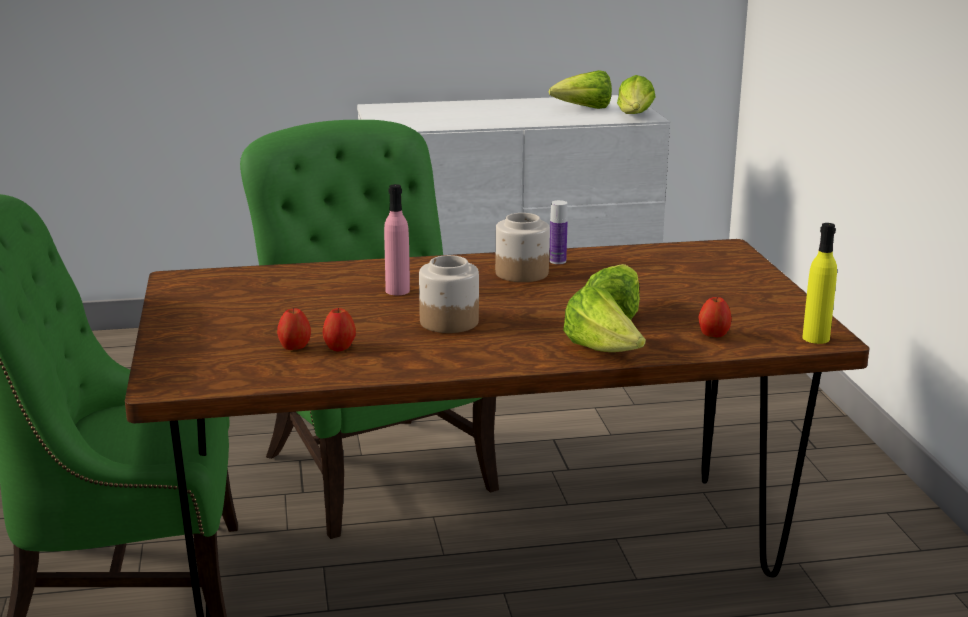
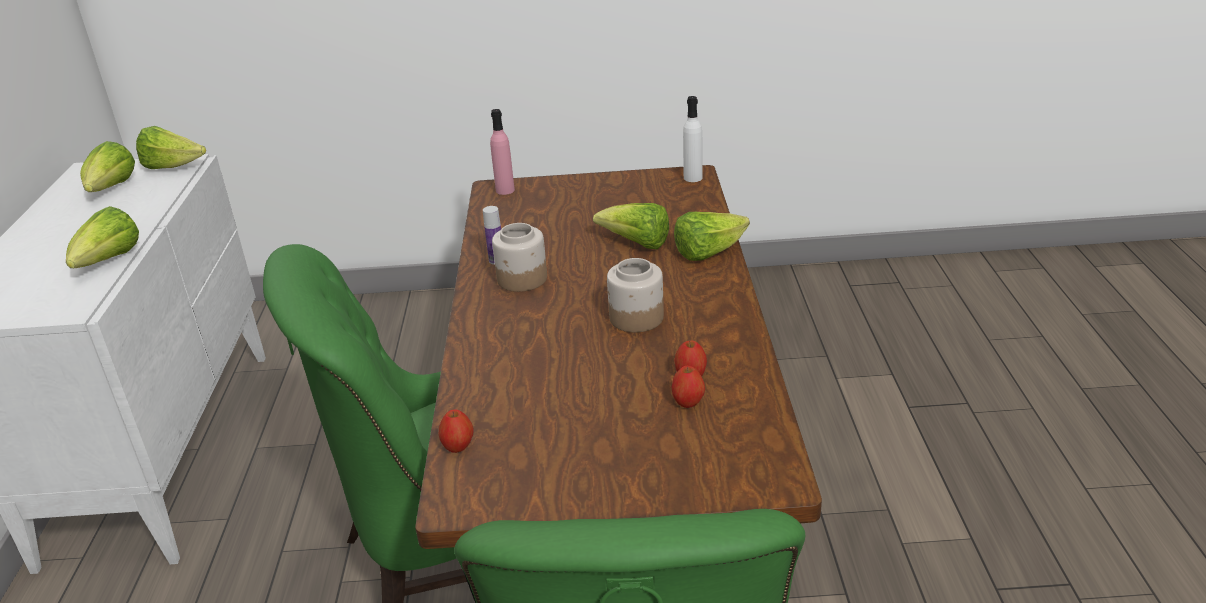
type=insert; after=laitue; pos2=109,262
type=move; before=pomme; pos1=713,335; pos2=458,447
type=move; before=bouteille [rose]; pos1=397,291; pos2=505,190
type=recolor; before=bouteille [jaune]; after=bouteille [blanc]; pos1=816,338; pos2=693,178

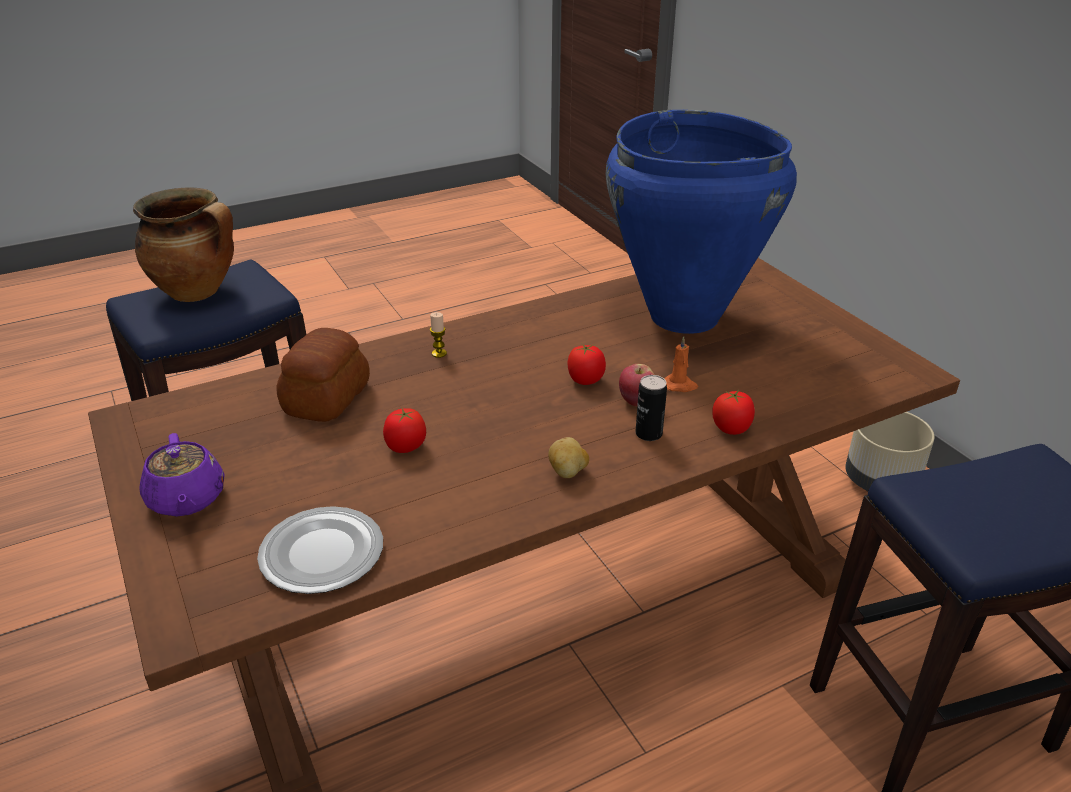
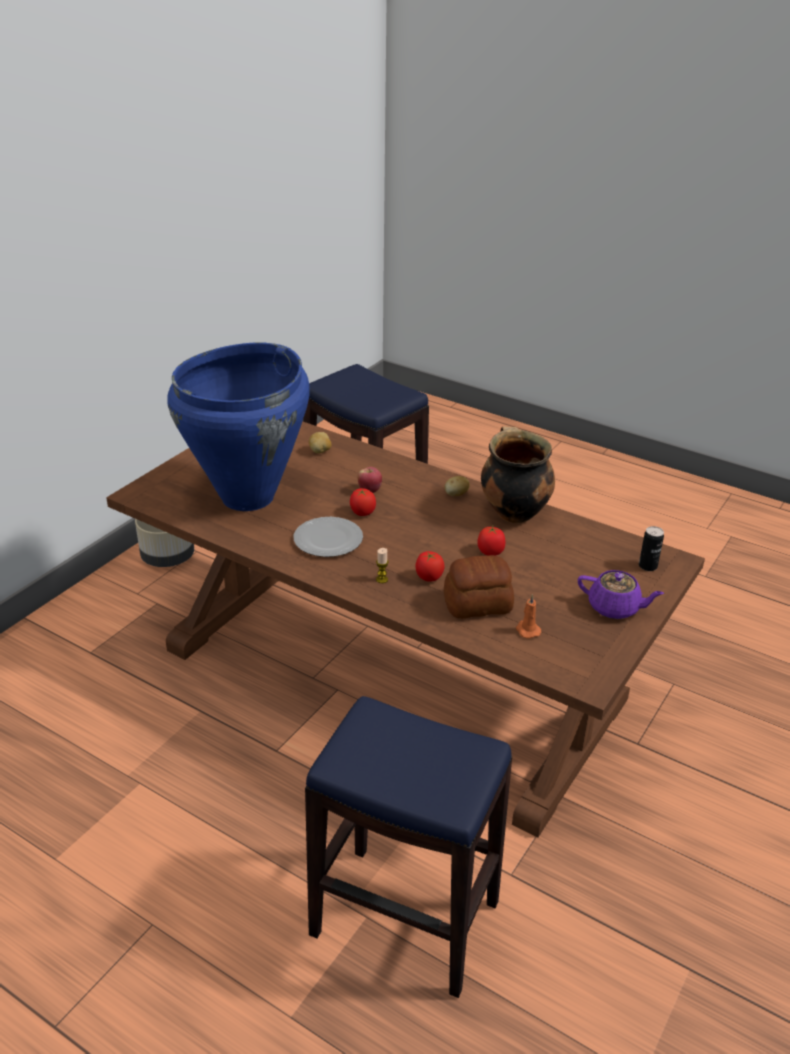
type=move; before=assiette; pos1=323,554; pos2=328,539
type=insert; after=pomme de terre; pos2=320,451
type=move; before=tomate; pos1=731,429; pos2=429,577
type=move; before=marmite; pos1=198,292; pos2=513,512
type=move; before=bougie [orange]; pos1=680,385; pos2=527,630
type=rotate; before=théière [violet]; pos1=186,499; pos2=615,608; turn=75
type=move; before=boîte métallique; pos1=648,434; pos2=647,566

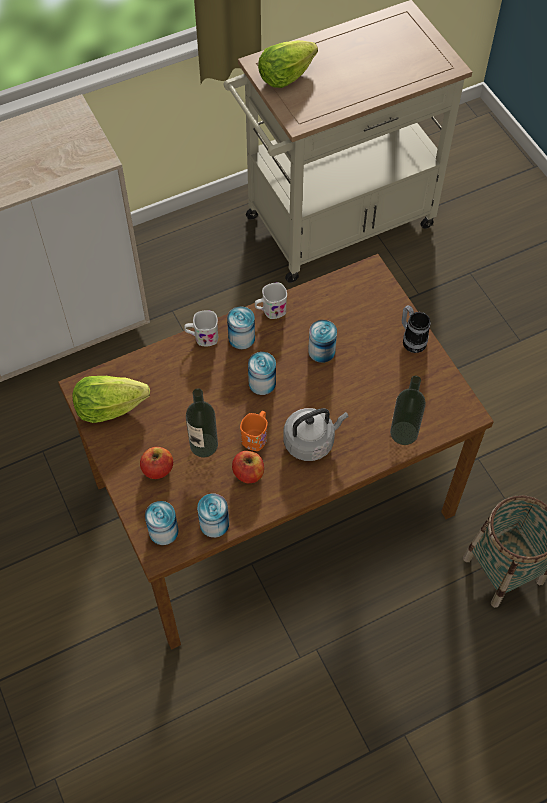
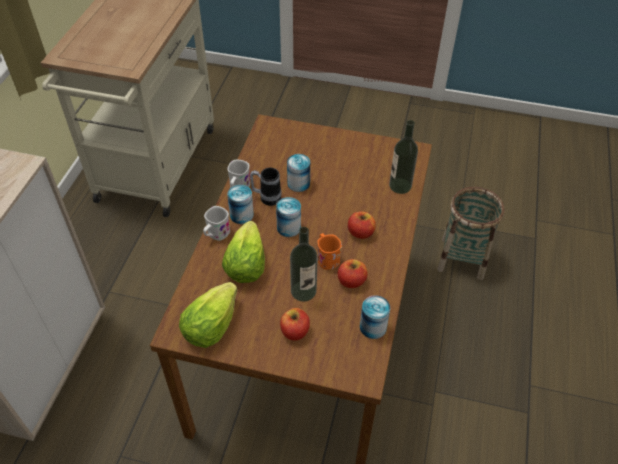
type=move; before=laitue; pos1=285,76; pos2=246,265
type=move; before=mug; pos1=411,339; pos2=266,198
type=replace; before=bouilloire [gris]; after=pomme; pos1=311,441; pos2=360,232
type=delete; before=boîte métallique; pos1=163,531

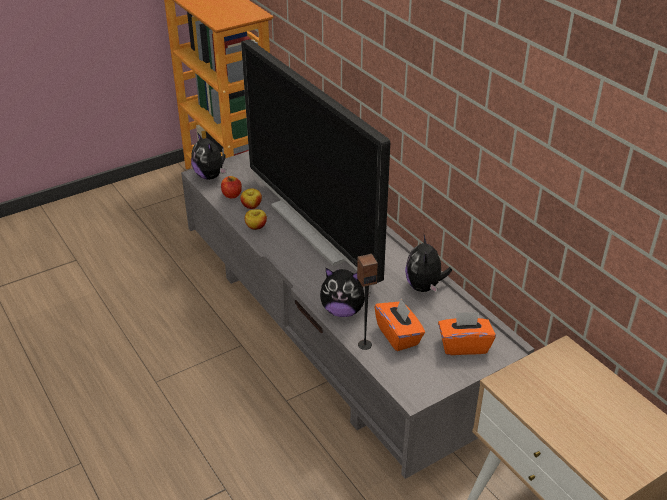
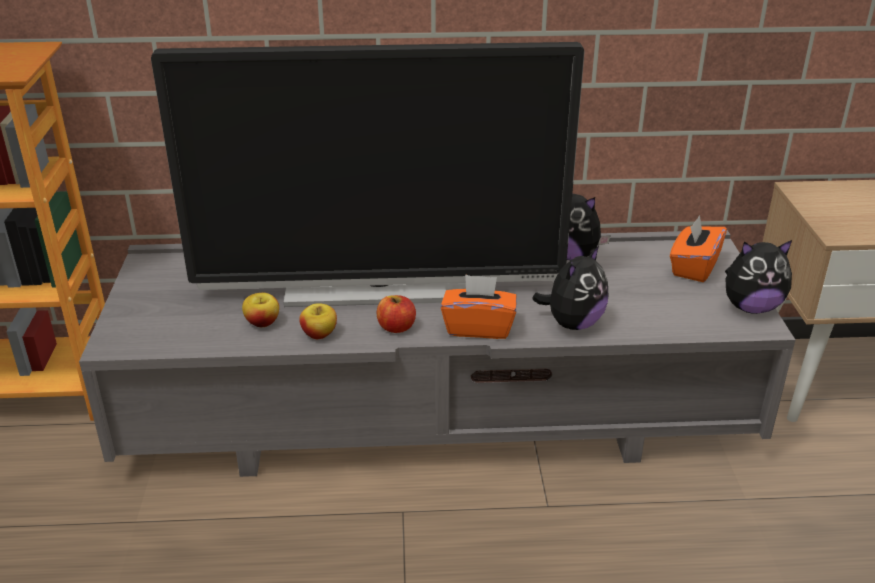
type=move; before=pomme; pos1=232,195; pos2=396,327
type=move; before=boîte à mouchoirs [orange]; pos1=398,335; pos2=478,327
type=move; before=peluche; pos1=210,176; pos2=751,307
type=delete; before=enceinte; pos1=364,344

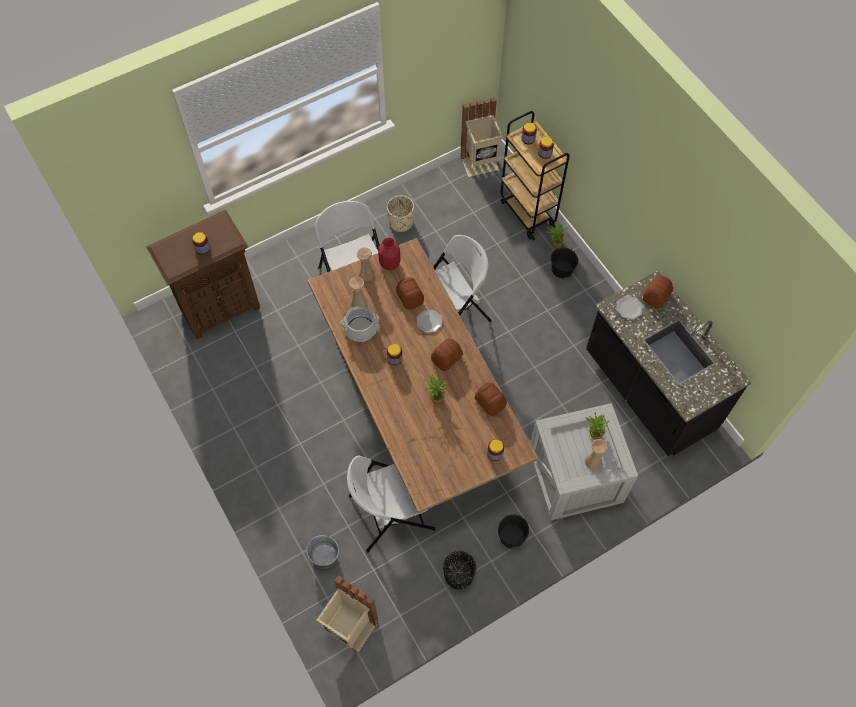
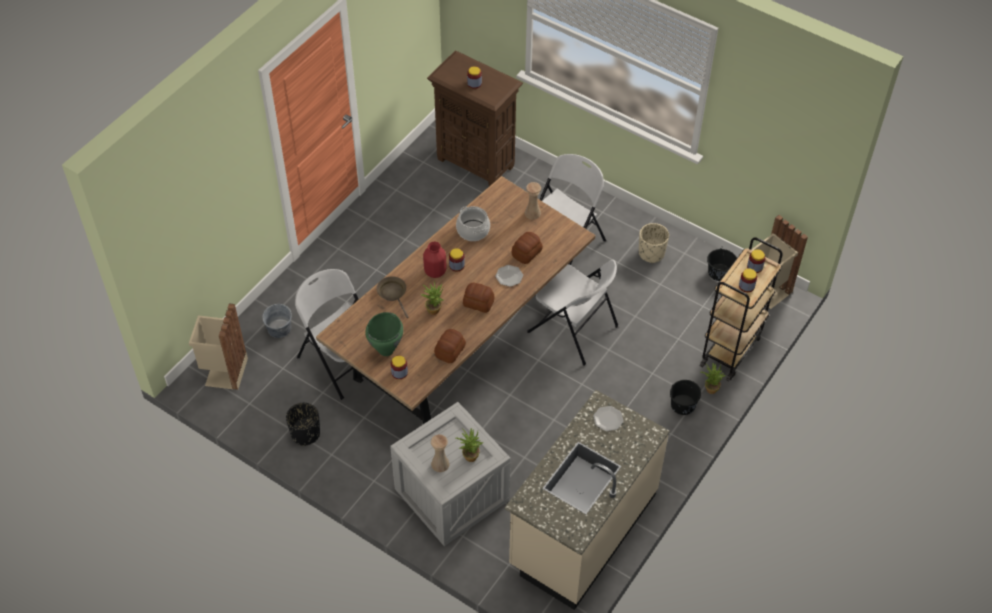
type=insert; after=marmite [vert]; pos2=386,350
type=insert; after=poêle [marron]; pos2=393,294
type=move; before=vase [rouge]; pos1=390,264; pos2=435,272
type=recolor; before=comptoir de cuisine [noir]; after=comptoir de cuisine [beige]; pos1=648,392; pos2=582,530
type=move; before=seau [noir]; pos1=512,536; pos2=719,273
type=delete; before=vase [beige]; pos1=359,303
type=delete; before=pain; pos1=656,296

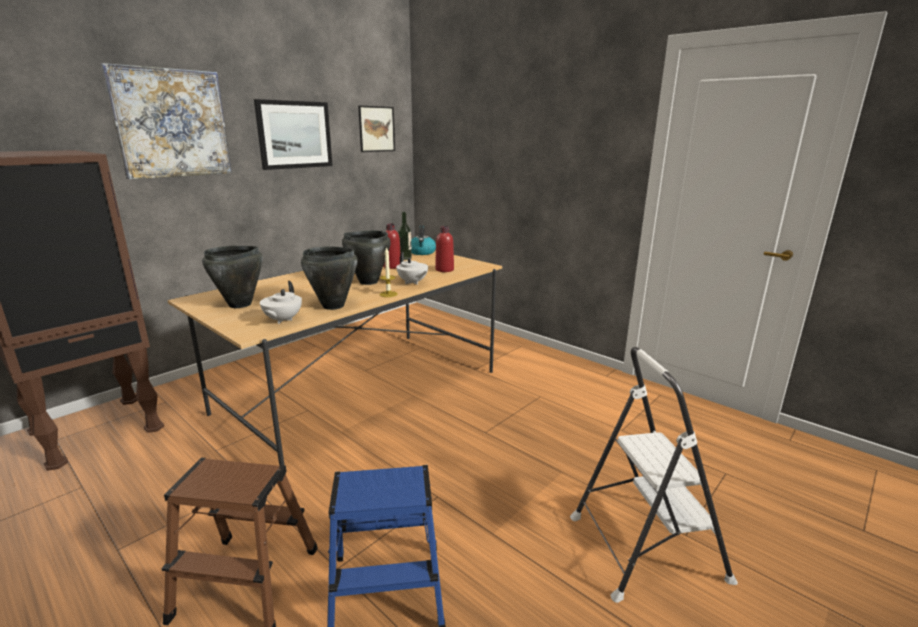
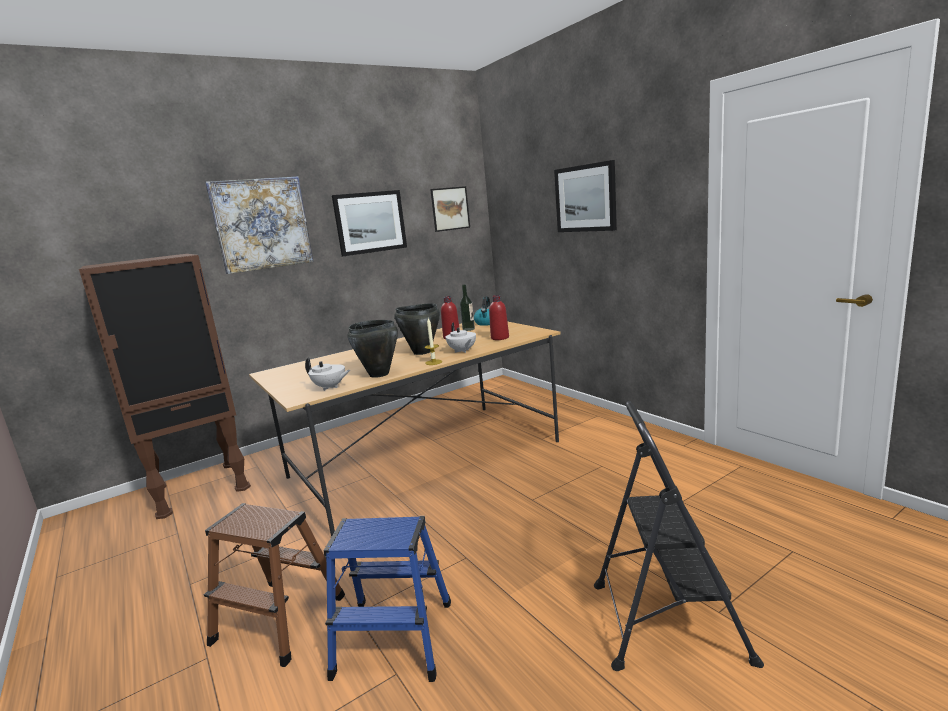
type=rotate; before=théière [blanc]; pos1=282,320; pos2=330,387; turn=-90
type=insert; after=tableau; pos2=585,198
type=recolor; before=escabeau [blanc]; after=escabeau [noir]; pos1=642,547; pos2=664,620
type=delete; before=marmite [noir]; pos1=240,305

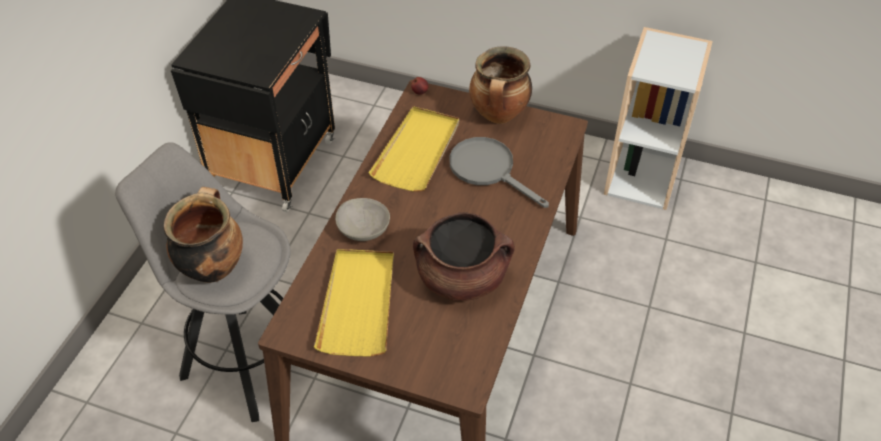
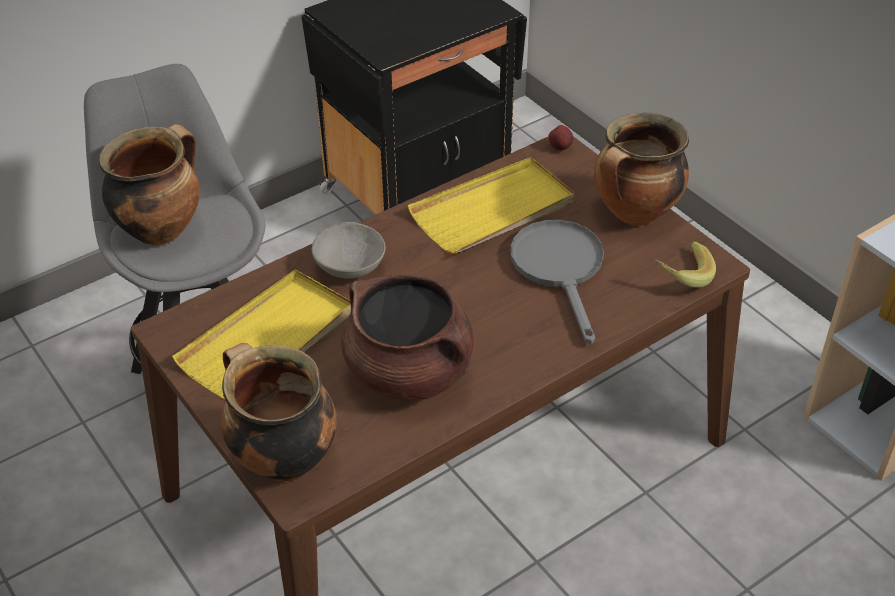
type=insert; after=marmite; pos2=282,458
type=insert; after=banane; pos2=680,275

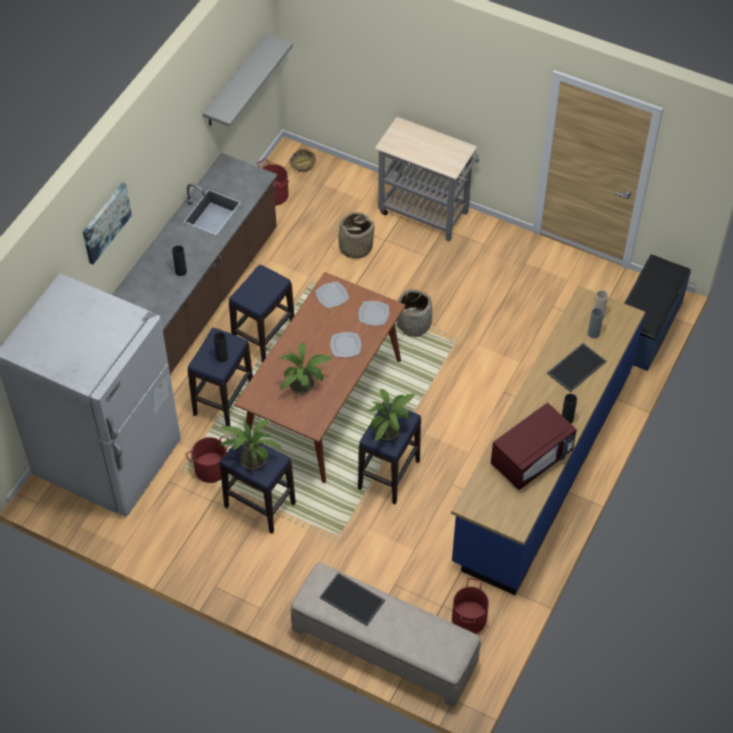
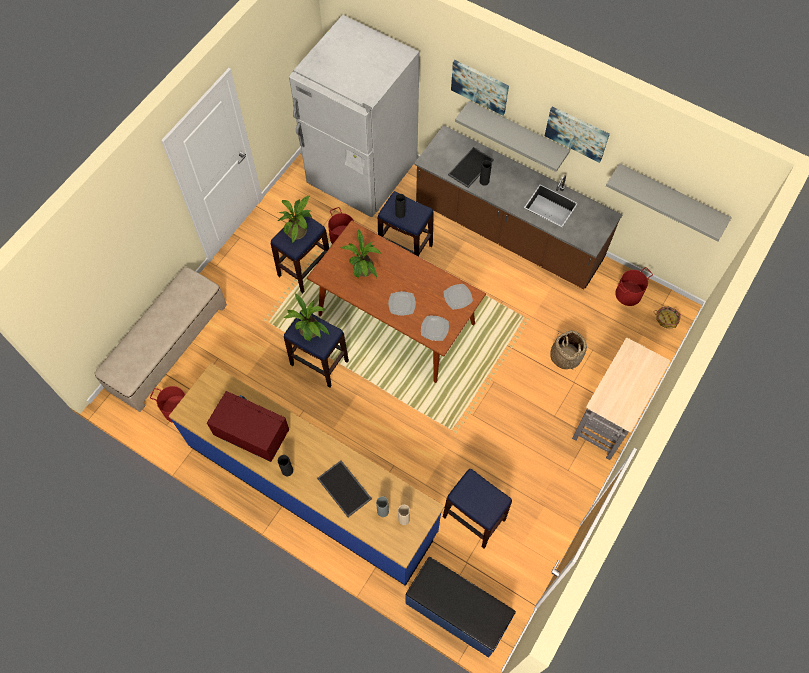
type=rotate; before=micro-ondes [rouge]; pos1=531,458; pos2=251,433; turn=150
type=move; before=tabouret; pos1=264,338; pos2=474,518
type=move; before=plateau; pos1=353,599; pos2=471,168
type=insert; after=étagère [gris]; pos2=517,132
type=insert; after=tableau; pos2=577,133
type=delete; before=panier; pos1=414,323

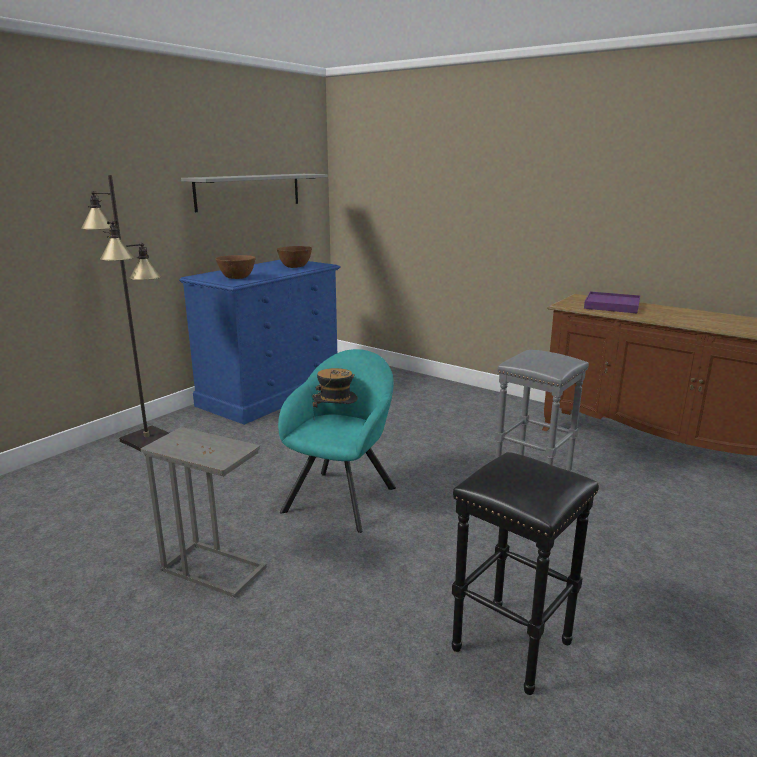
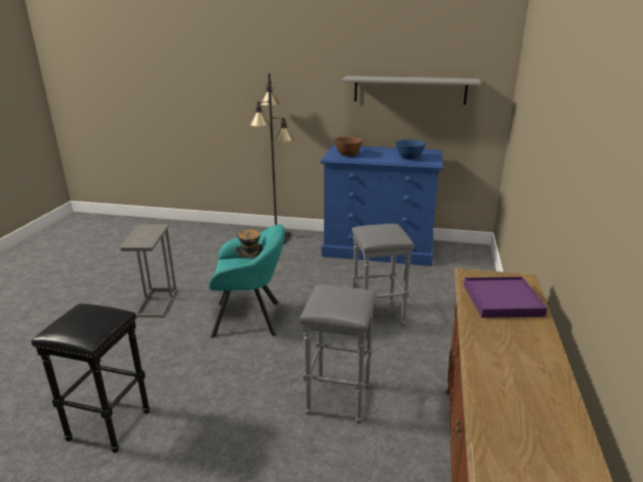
type=insert; after=tabouret [gris]; pos2=379,316
type=recolor; before=bol [marron]; after=bol [bleu]; pos1=295,267; pos2=409,158

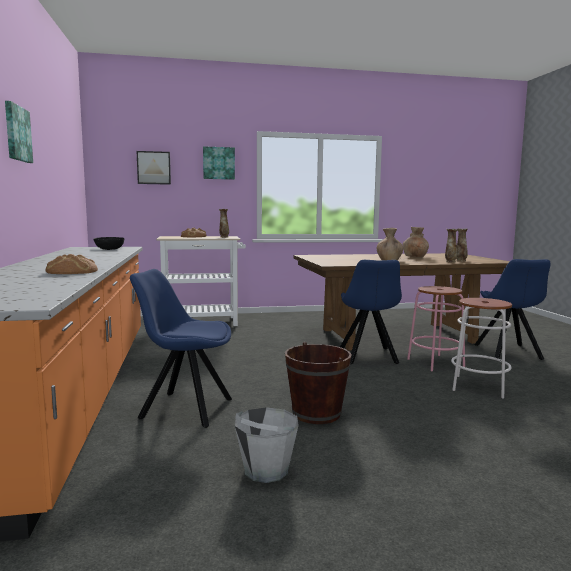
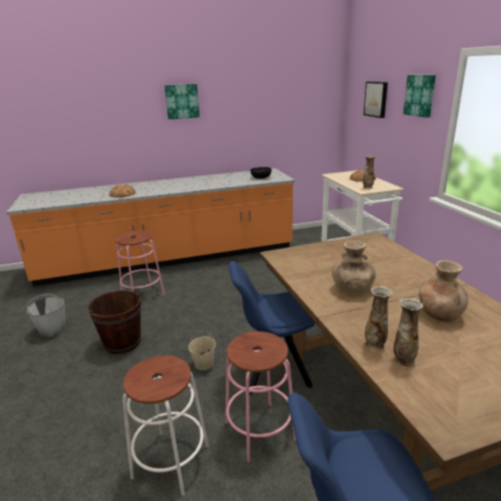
type=replace; before=chaise [bleu]; after=tabouret [rose]; pos1=185,408; pos2=142,293
type=insert; after=seau [beige]; pos2=204,364

